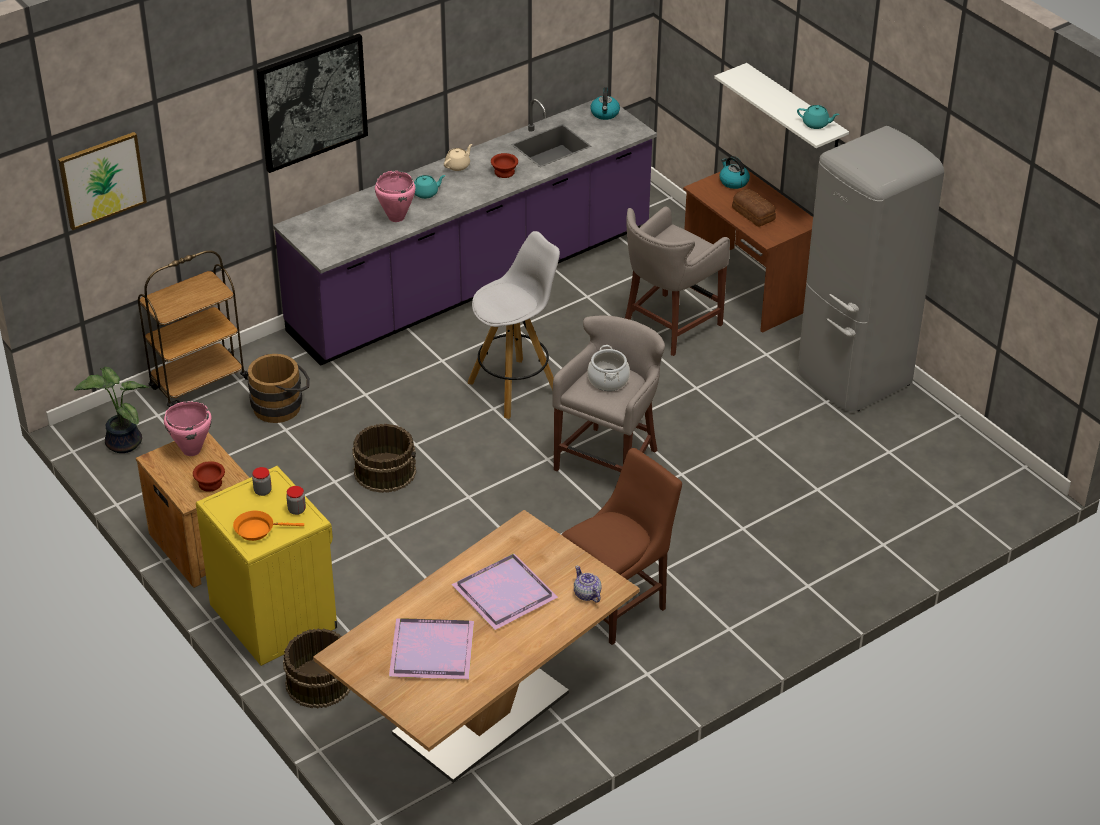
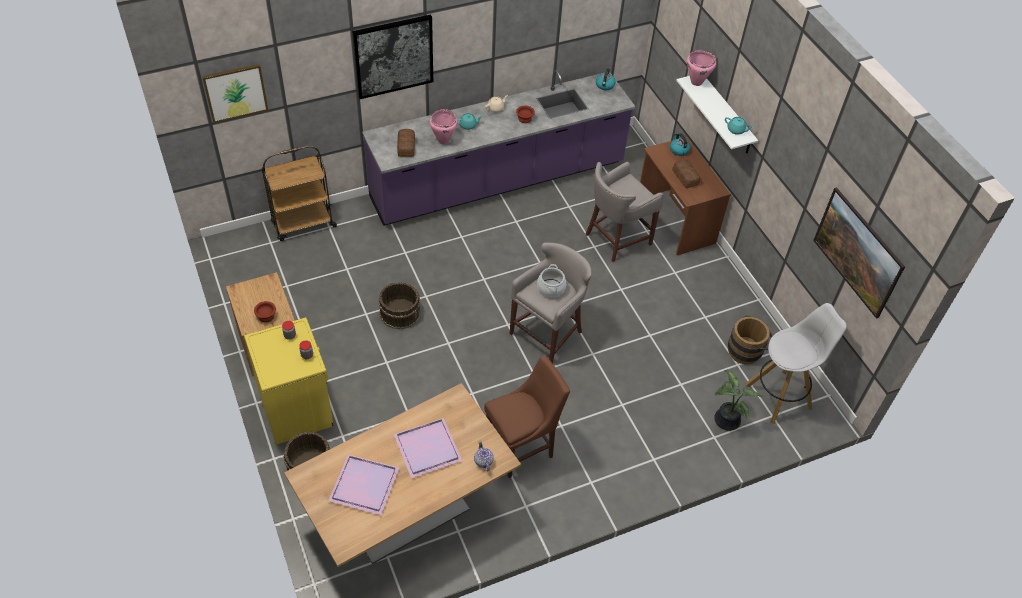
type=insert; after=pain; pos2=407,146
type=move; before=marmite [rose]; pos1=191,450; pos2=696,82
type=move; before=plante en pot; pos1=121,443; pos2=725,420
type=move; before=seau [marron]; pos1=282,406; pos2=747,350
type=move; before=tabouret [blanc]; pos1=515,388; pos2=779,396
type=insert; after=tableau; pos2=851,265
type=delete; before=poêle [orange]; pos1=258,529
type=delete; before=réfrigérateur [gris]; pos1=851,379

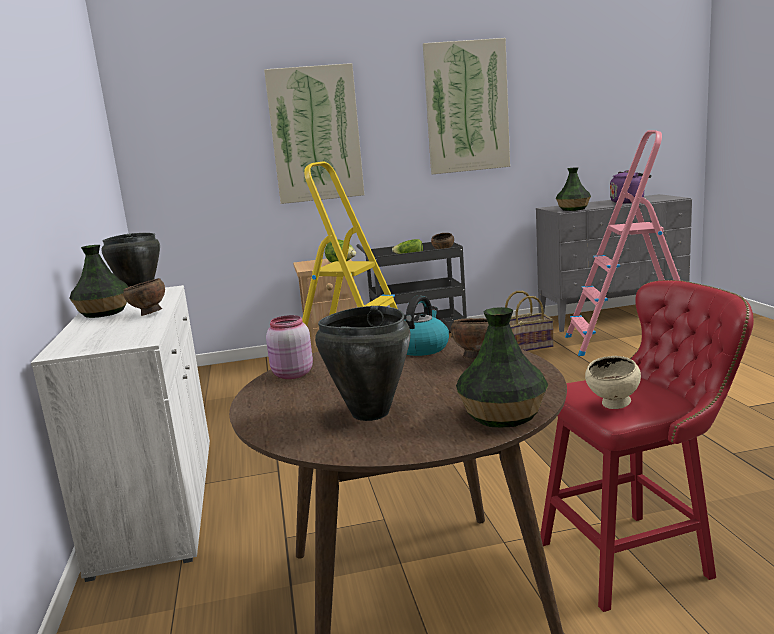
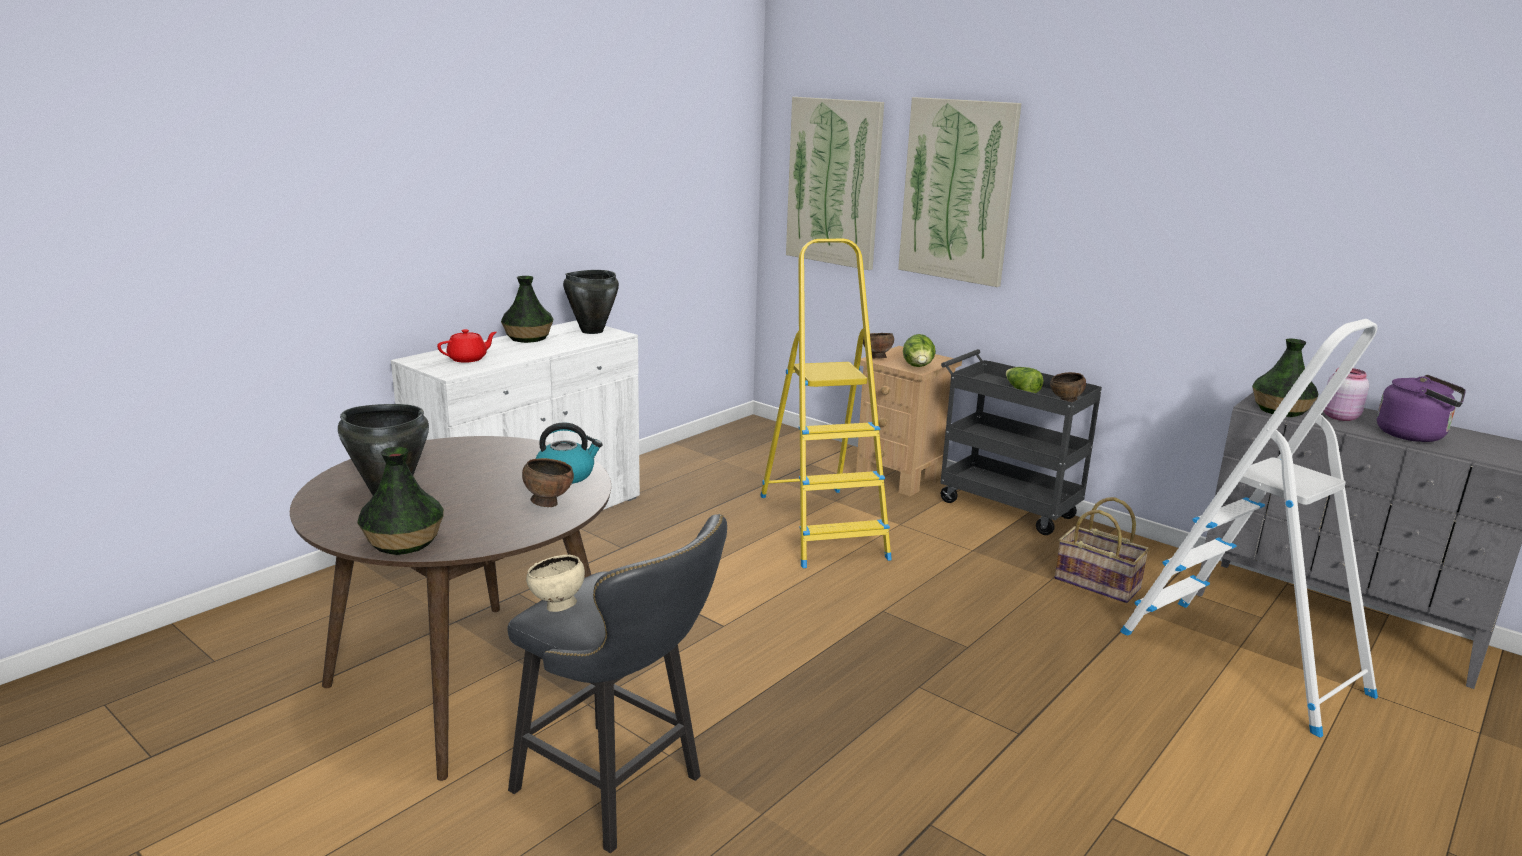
type=insert; after=théière [rouge]; pos2=468,359
type=recolor; before=tabouret [rouge]; after=tabouret [gris]; pos1=640,554; pos2=622,793
type=move; before=tableau; pos1=466,107; pos2=834,182
type=move; before=bol [marron]; pos1=148,314; pos2=876,358
type=recolor; before=escabeau [rose]; after=escabeau [blanc]; pos1=630,342; pos2=1240,662
type=move; before=bocal [rose]; pos1=291,375; pos2=1338,417

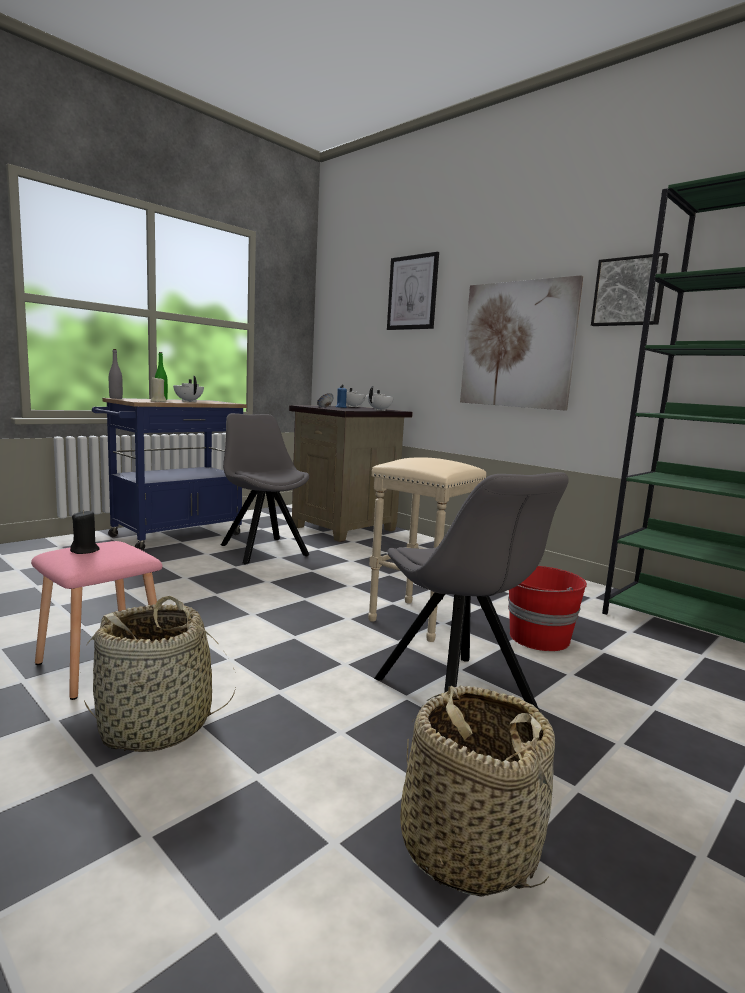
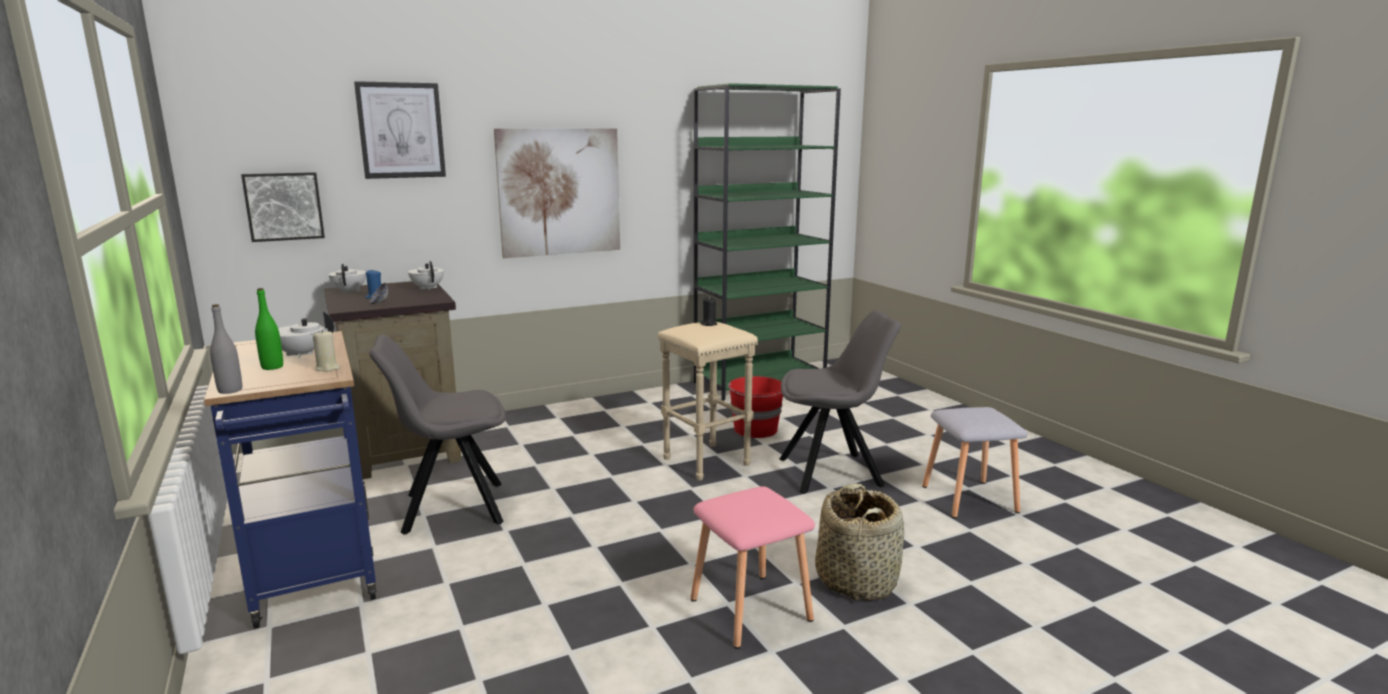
type=move; before=tableau; pos1=629,292; pos2=284,206
type=move; before=bougie [noir]; pos1=85,551; pos2=708,324
type=replace; before=panier; after=tabouret [gris]; pos1=468,845; pos2=967,498

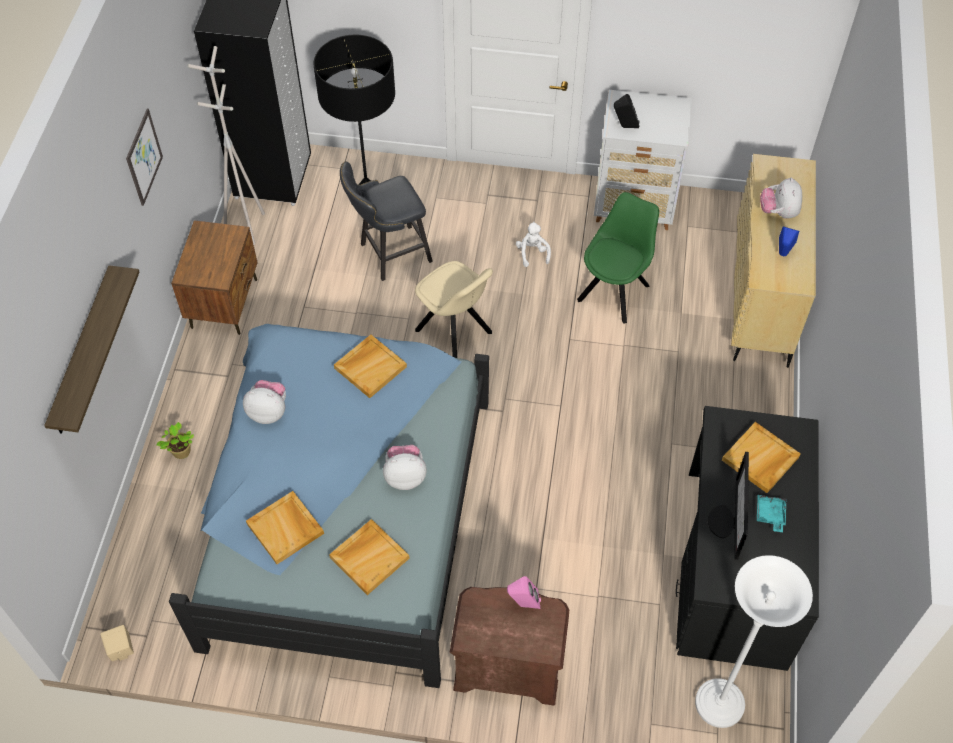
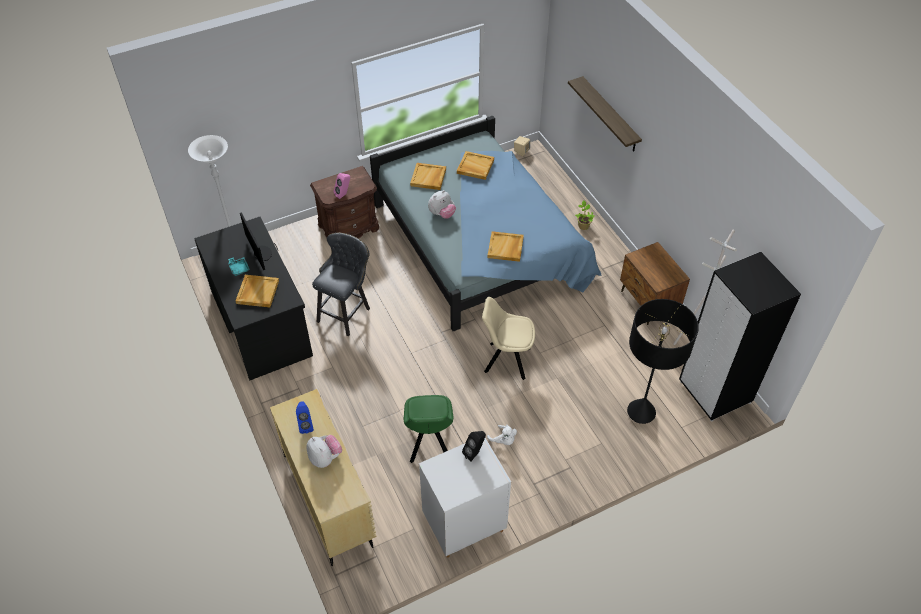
type=move; before=tabouret [gris]; pos1=388,256; pos2=347,310
type=delete; before=tableau; pos1=144,157
type=delete; before=peluche; pos1=268,411

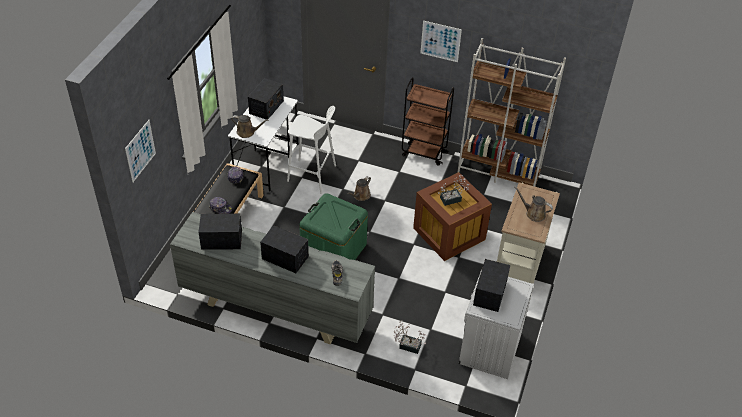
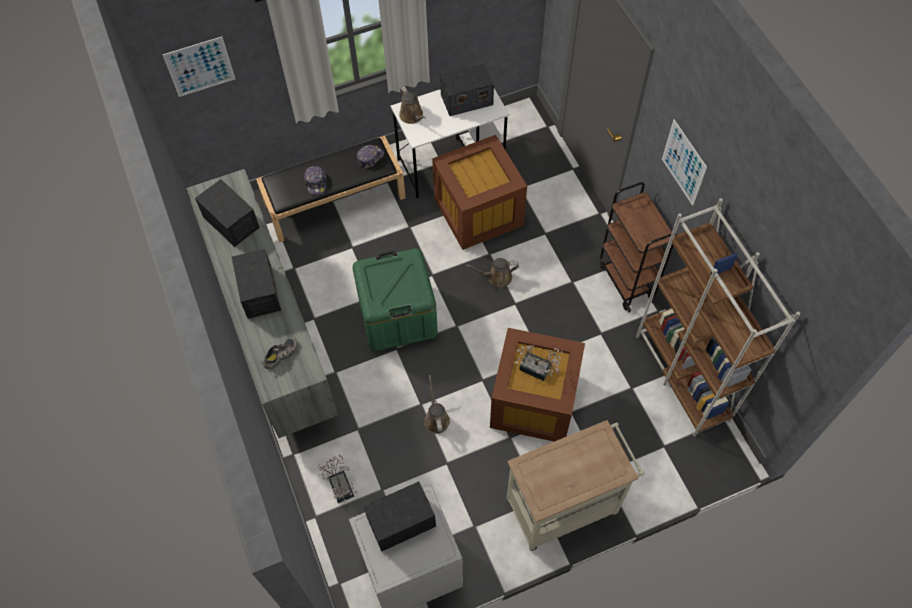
type=move; before=arrosoir [marron]; pos1=533,213; pos2=436,418
type=replace; before=tabouret [blanc]; after=boîte de rangement [marron]; pos1=312,175; pos2=478,213

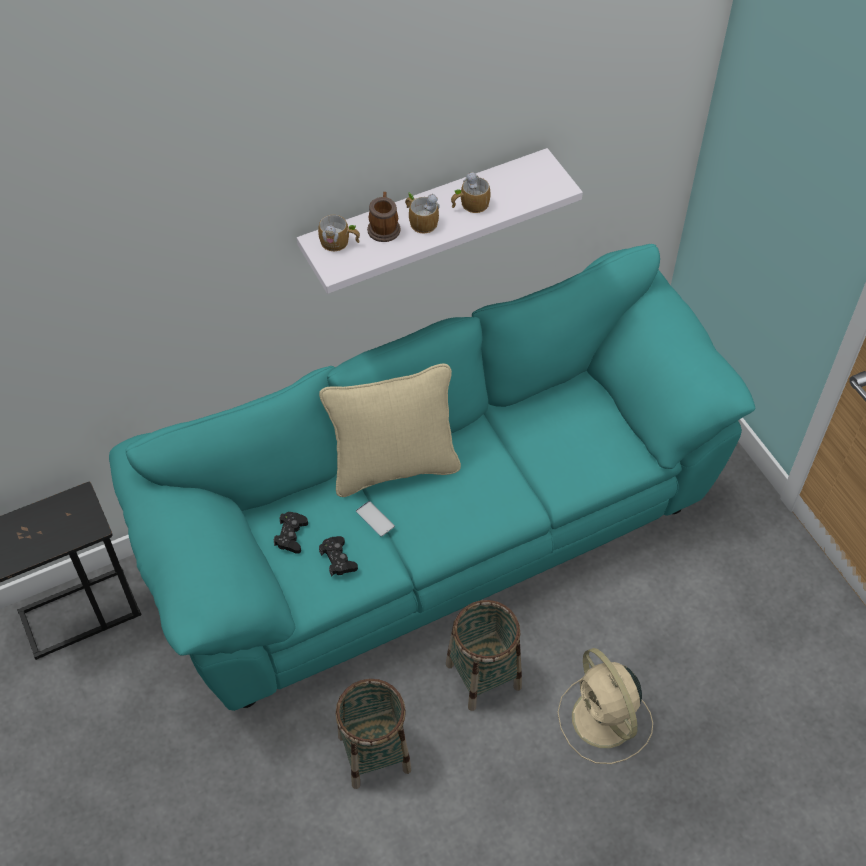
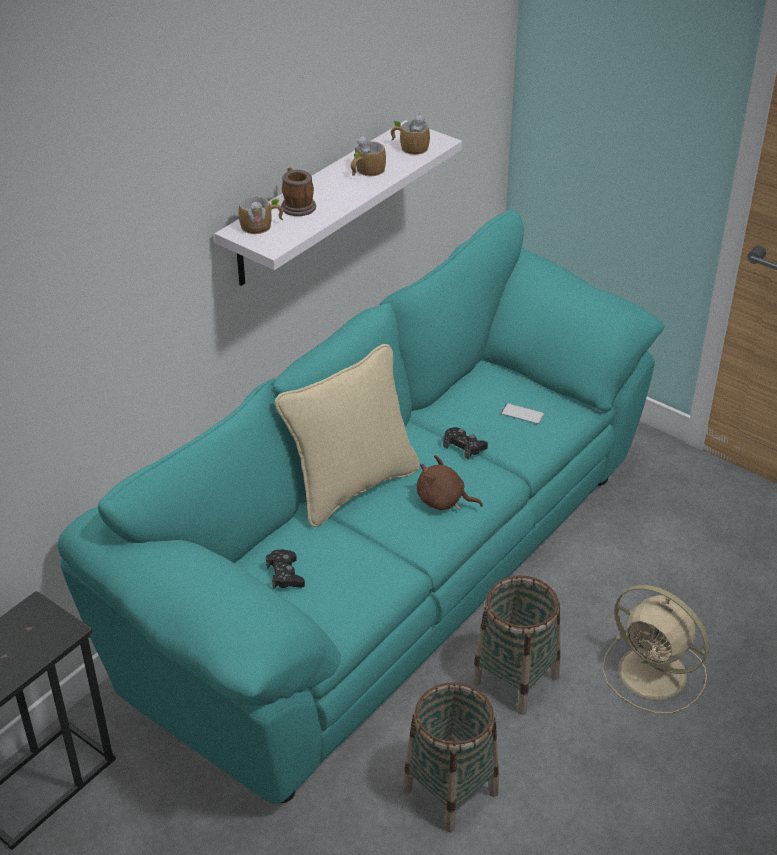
type=move; before=mug; pos1=420,220; pos2=409,147
type=insert; after=peluche [marron]; pos2=443,501
type=move; before=manette [noir]; pos1=338,559; pos2=464,446
type=move; before=téléphone; pos1=375,519; pos2=522,414

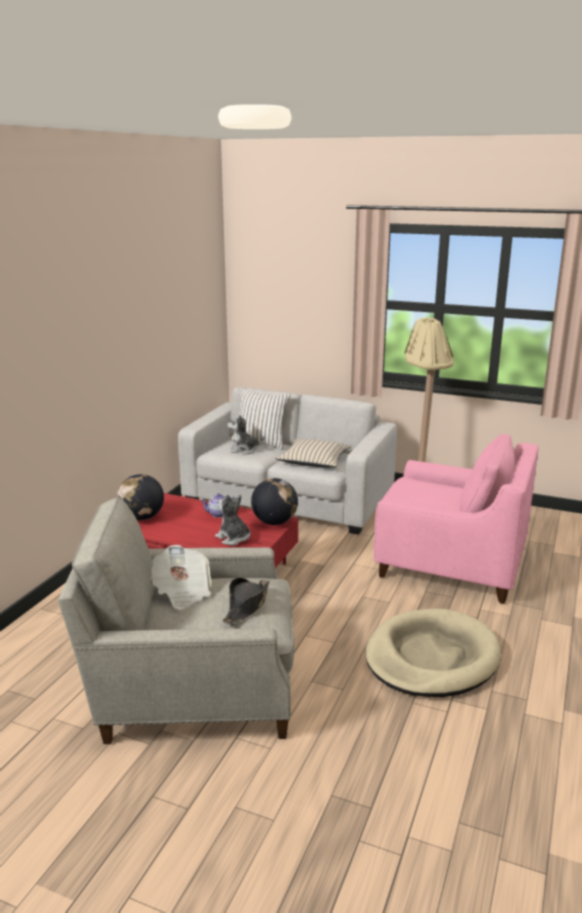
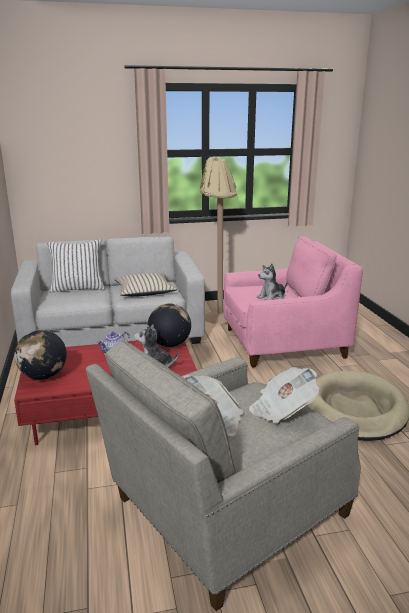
type=replace; before=chapeau [noir]; after=journal; pos1=246,606; pos2=282,409
type=move; before=peluche; pos1=244,450; pos2=272,298

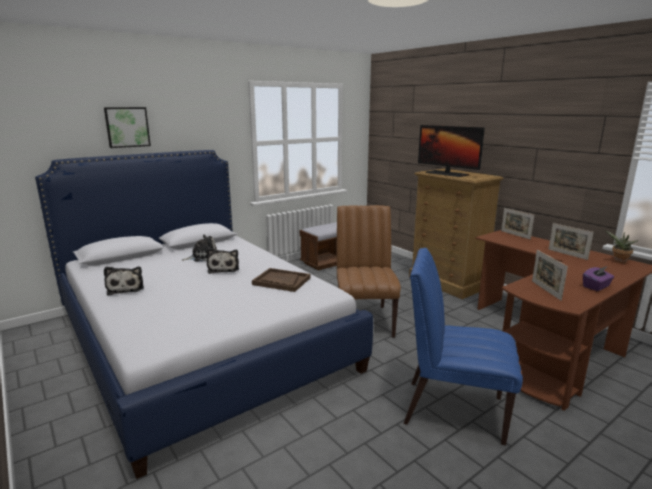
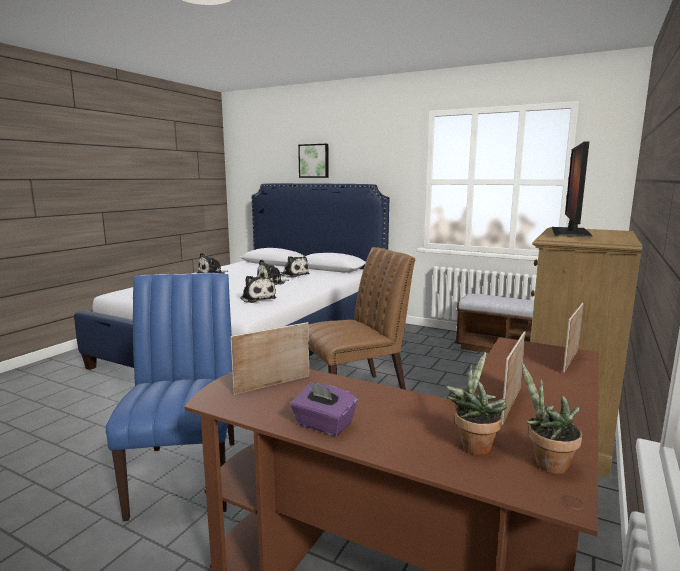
type=replace; before=plateau [marron]; after=peluche; pos1=281,281; pos2=257,298
type=insert; after=plante en pot; pos2=474,444

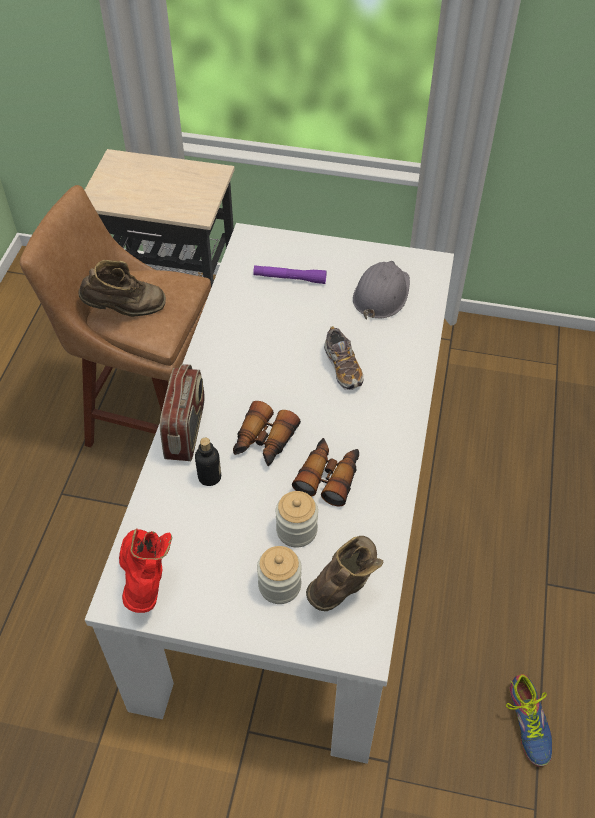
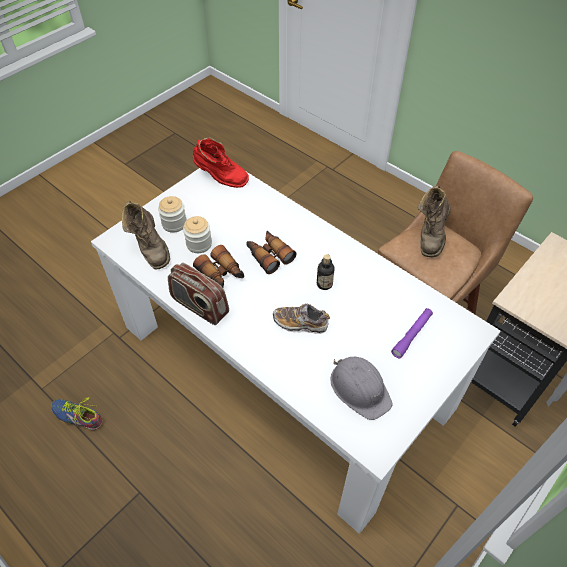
type=move; before=radio; pos1=186,430; pos2=199,306
type=move; before=bouteille; pos1=209,477; pos2=324,284

